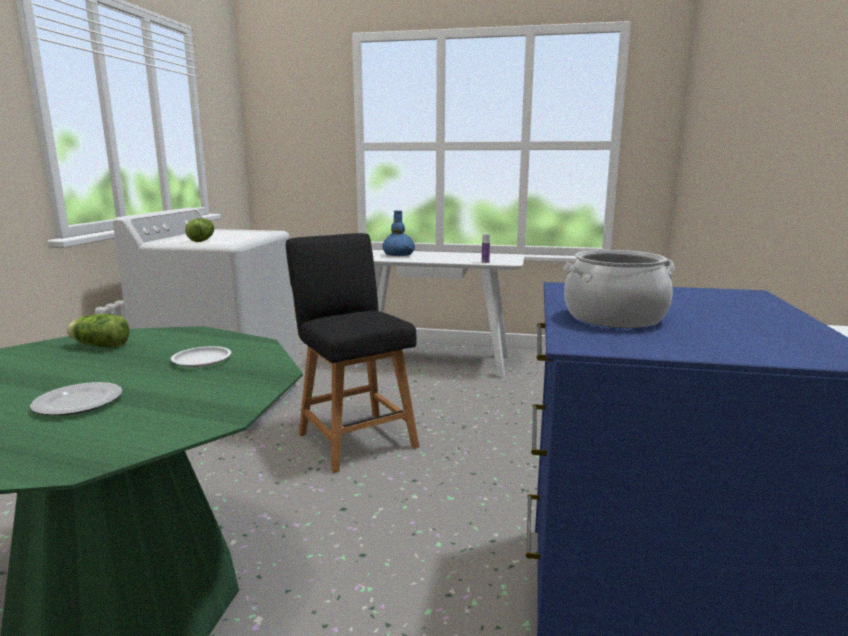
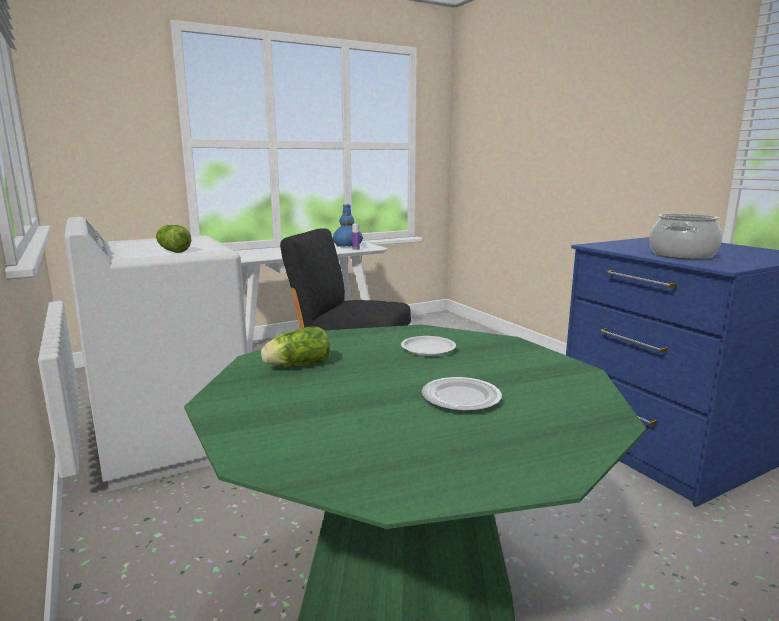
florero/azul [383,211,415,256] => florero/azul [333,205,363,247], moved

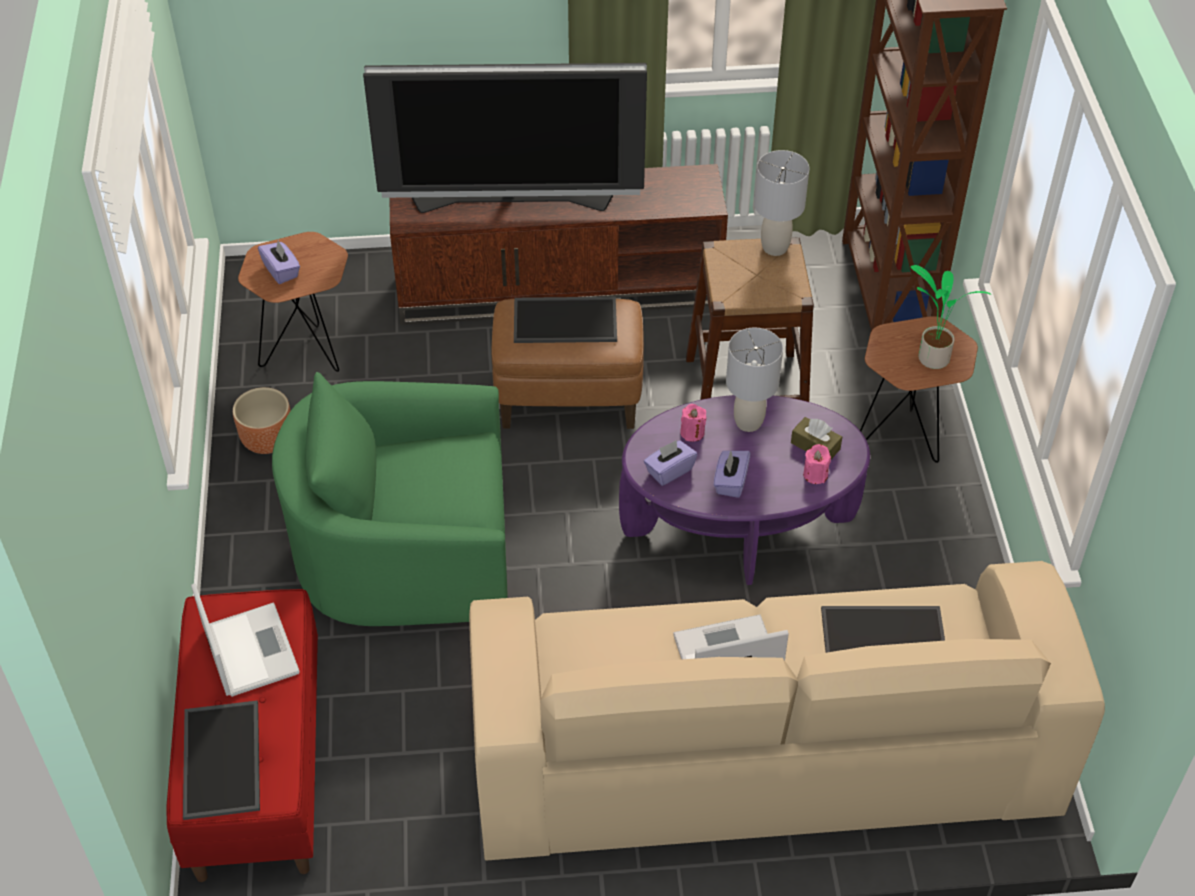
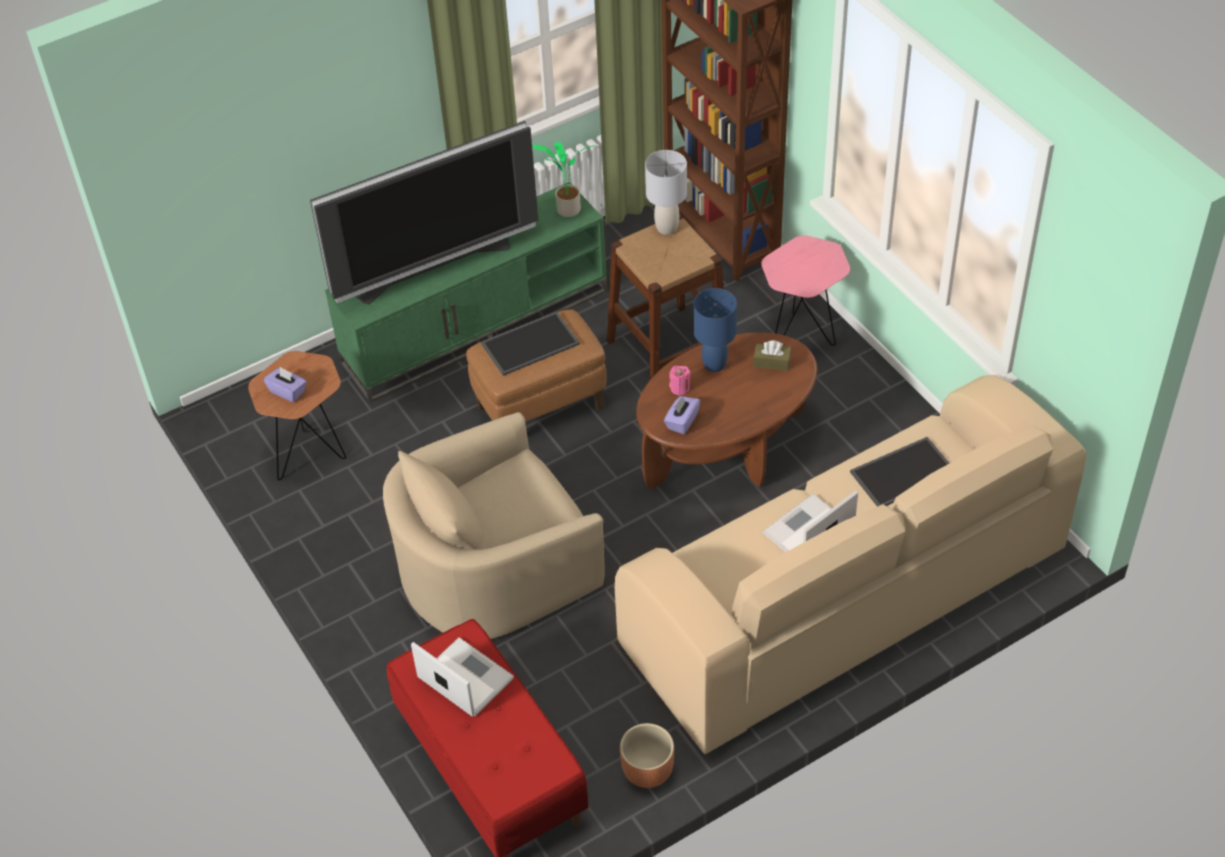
bandeja [183,700,260,820] => nothing
maceta/marrón [233,387,290,454] => maceta/marrón [620,723,674,788], moved
sillón/verde [272,372,508,626] => sillón/beis [383,412,605,639]
mueble de televisión/marrón [389,164,728,325] => mueble de televisión/verde [325,182,607,403]
mesa de centro/morado [619,395,870,585] => mesa de centro/marrón [636,332,817,489]
caja de pañuelos/morado [714,450,751,498] => nothing
lámpara de mesa/gris [726,328,783,432] => lámpara de mesa/azul [694,288,737,372]
vela/rosa [803,444,831,484] => nothing
mesa auxiliar/marrón [860,316,978,463] => mesa auxiliar/rosa [761,235,850,346]
planta en maceta [911,265,991,369] => planta en maceta [532,142,595,217], moved

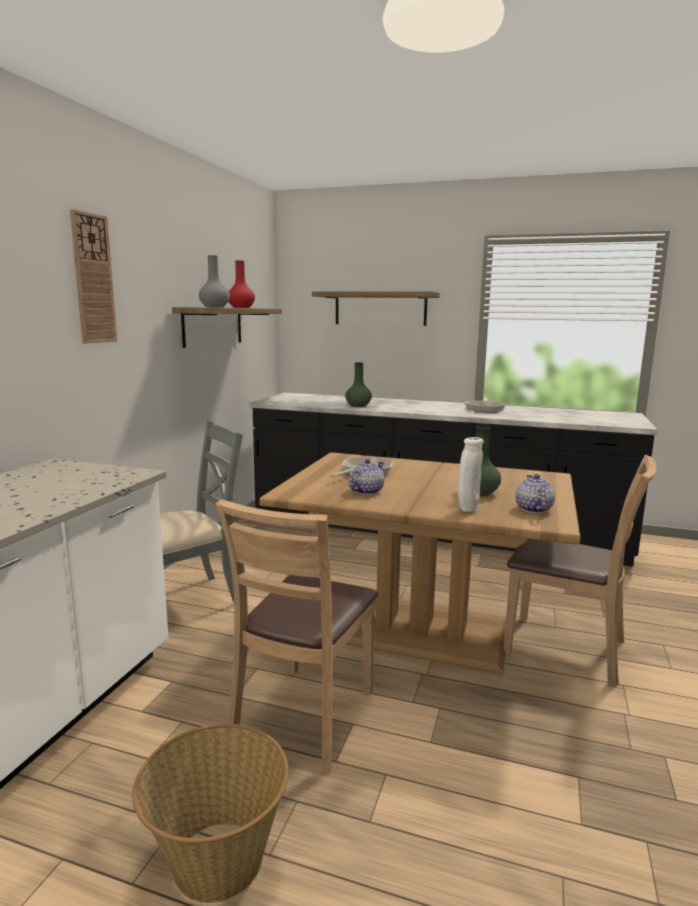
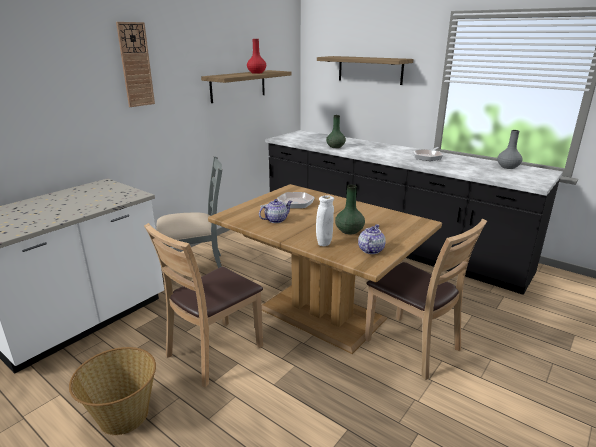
florero/gris [199,255,230,308] => florero/gris [497,130,523,169], moved

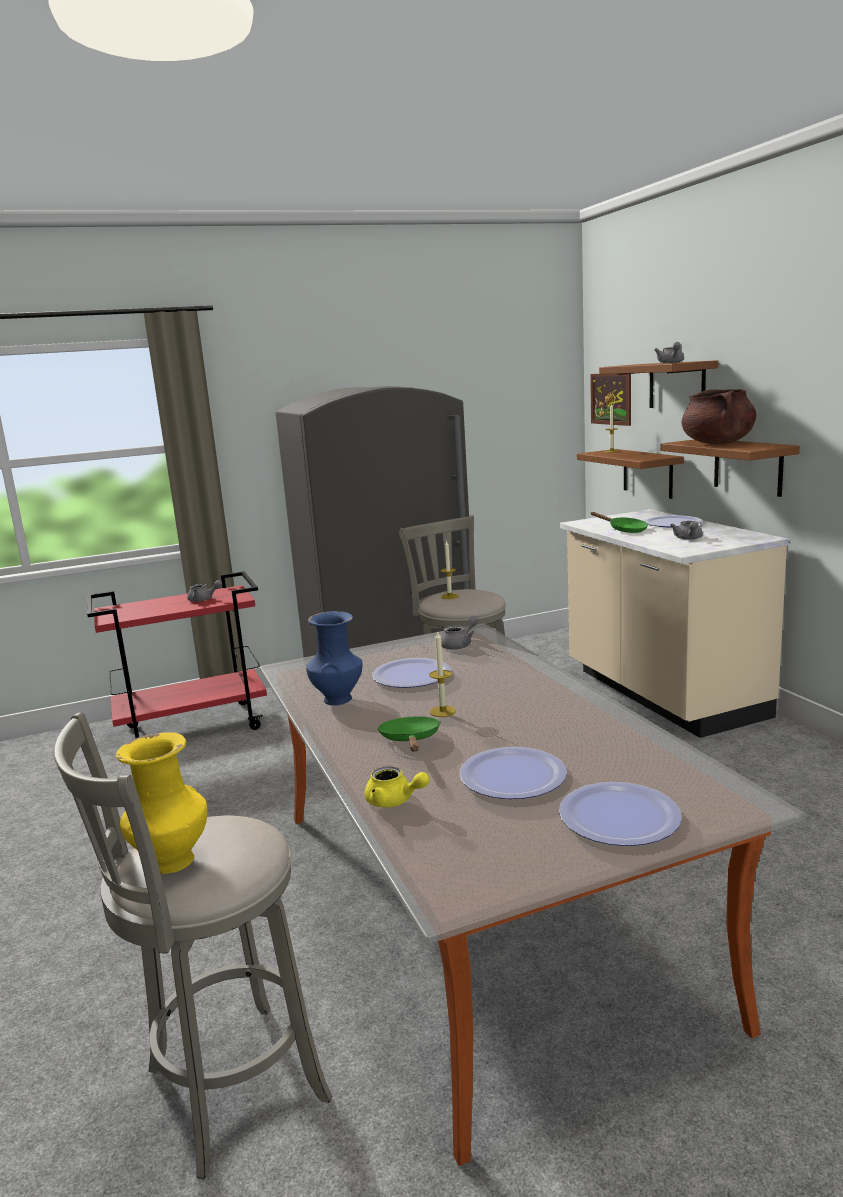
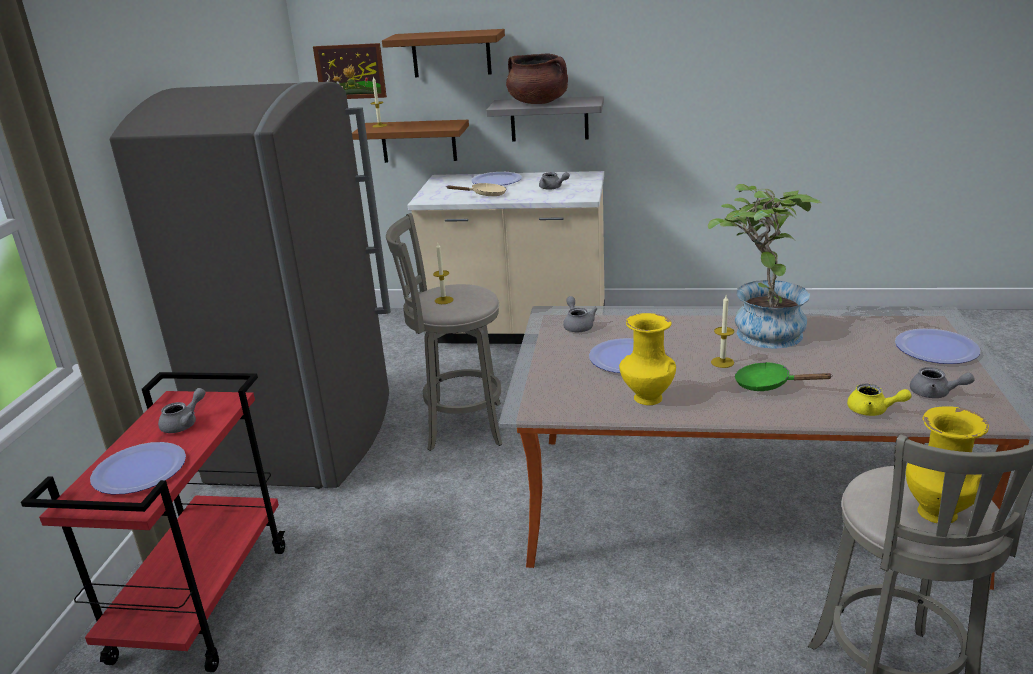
florero/azul [306,611,363,706] => florero/amarillo [619,313,676,405]
tetera/amarillo [365,766,429,807] => tetera/amarillo [847,384,911,416], 60 degrees clockwise
plato [460,747,567,799] => plato [90,442,186,494], moved
sartén/verde [590,512,648,533] => sartén/beis [447,183,506,196]
tetera/gris [654,342,684,363] => tetera/gris [910,367,975,398], moved
estante/marrón [660,440,800,497] => estante/gris [486,96,604,142]
nothing => planta en maceta [708,184,822,349]

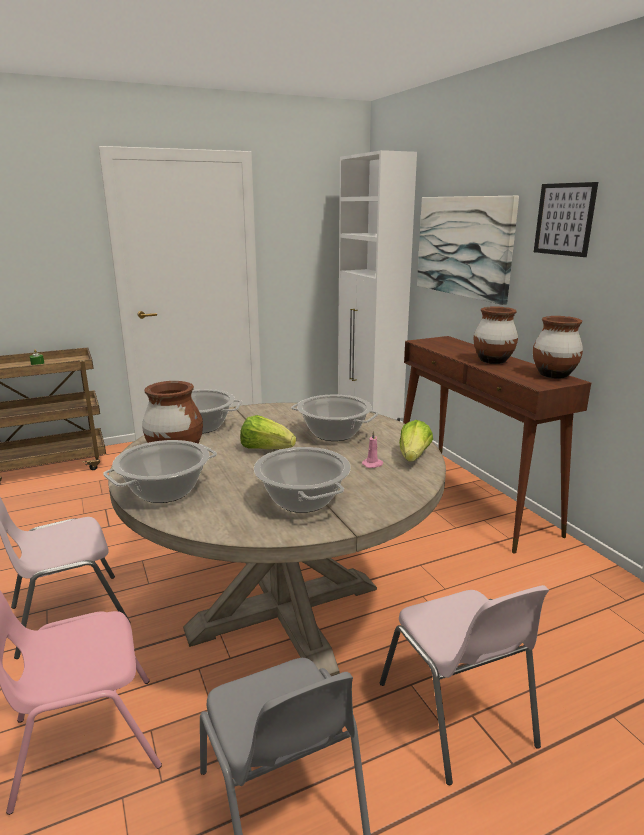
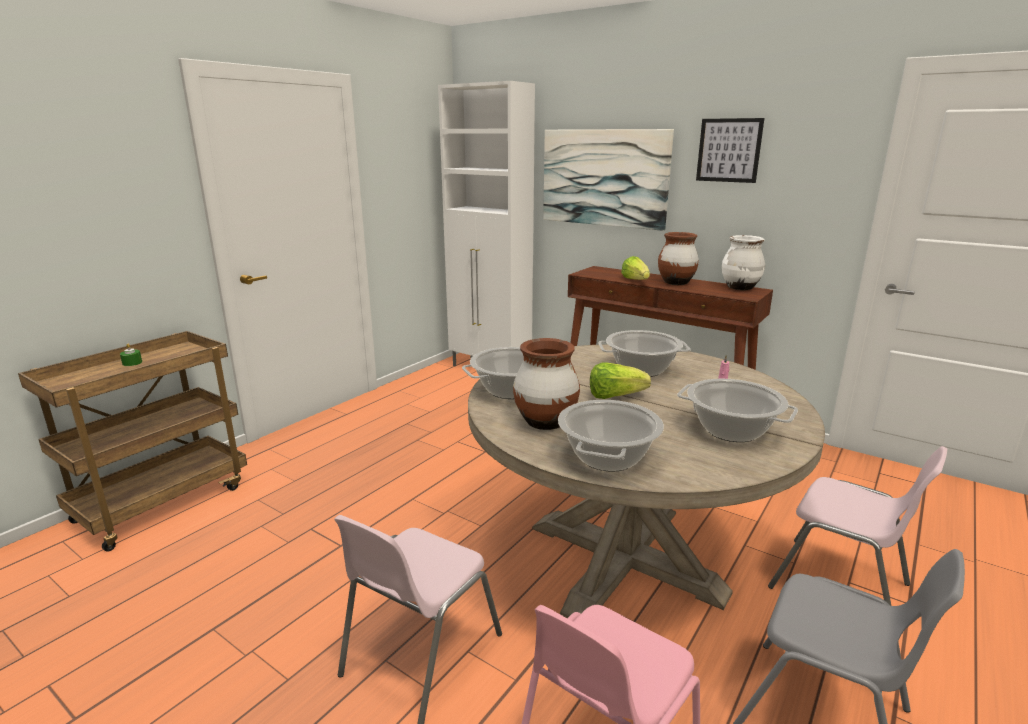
lechuga [399,420,433,462] => lechuga [621,256,650,280], moved
florero/marrón [533,316,583,379] => florero/blanco [722,235,765,290]

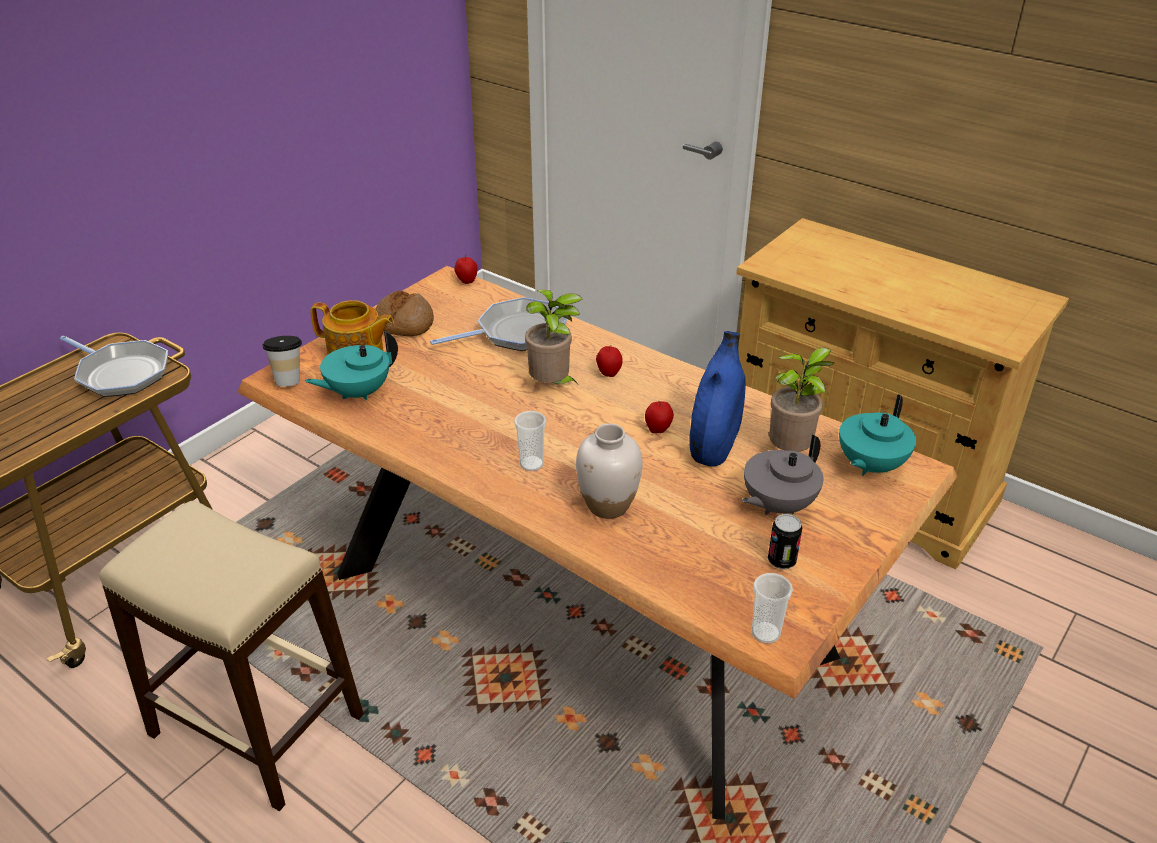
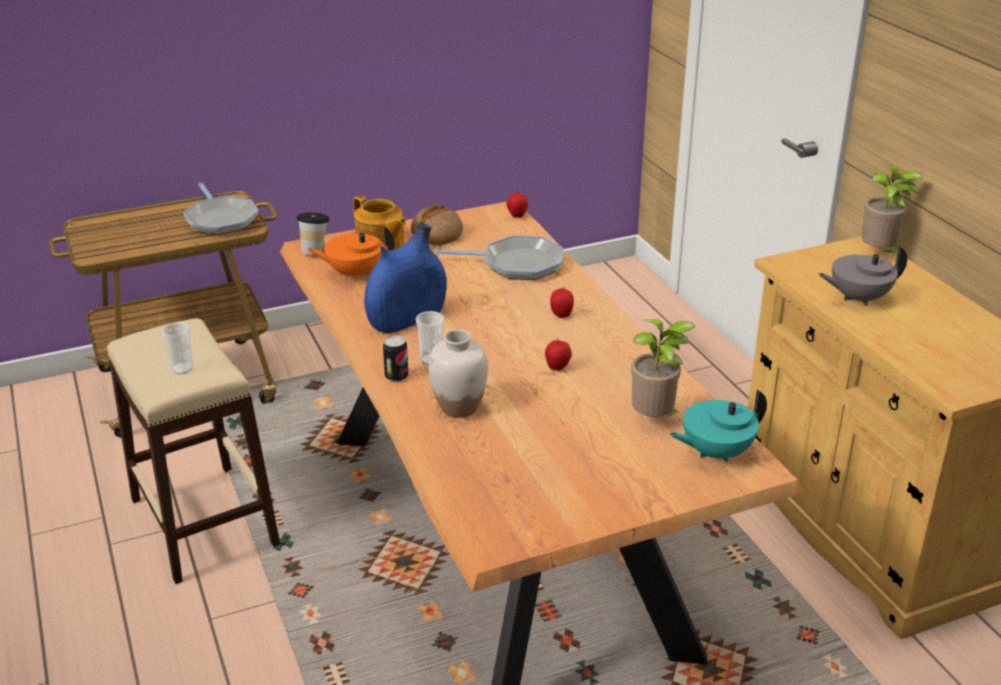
tetera/turquesa [305,331,398,400] => tetera/naranja [307,226,395,280]
planta en maceta [525,290,583,384] => planta en maceta [861,165,923,253], moved
florero/azul [689,331,746,466] => florero/azul [364,223,447,333], moved
tetera/gris [742,434,823,515] => tetera/gris [818,246,907,306], moved
taza [751,573,793,644] => taza [162,322,193,374], moved
lata [768,514,802,569] => lata [383,335,408,382], moved

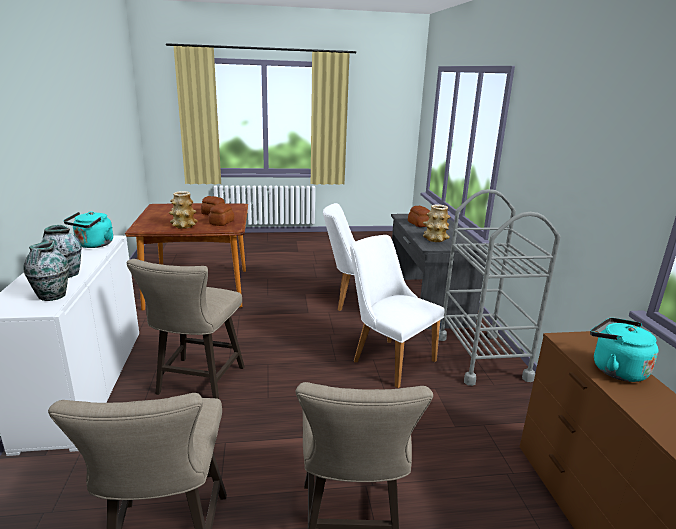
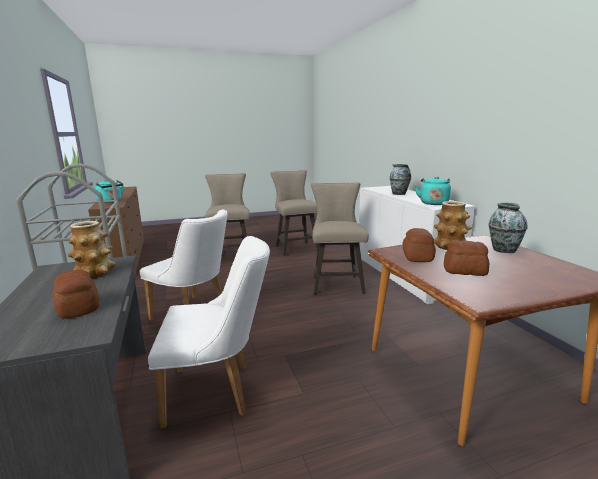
florero [23,240,69,301] => florero [489,203,528,253], moved

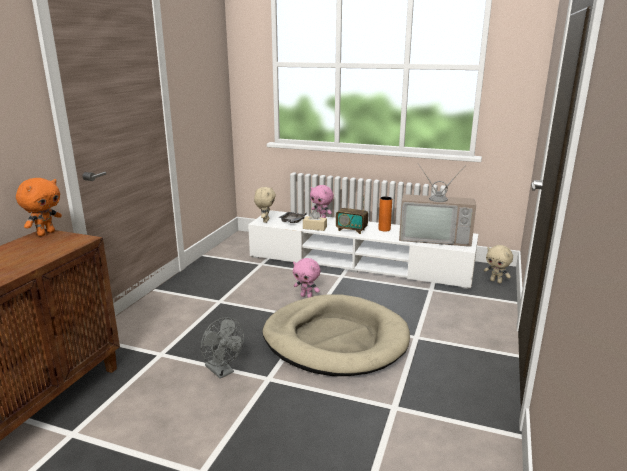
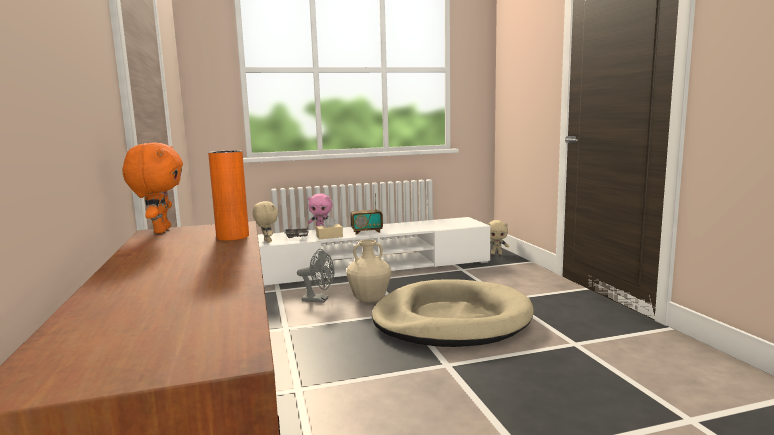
ventilador/gris [201,317,244,379] => ventilador/gris [297,249,334,303], moved
peluche/rosa [293,258,321,298] => florero/beis [346,239,391,303]
florero/naranja [378,196,392,232] => florero/naranja [208,150,249,241], moved
televisor [399,165,476,247] => nothing

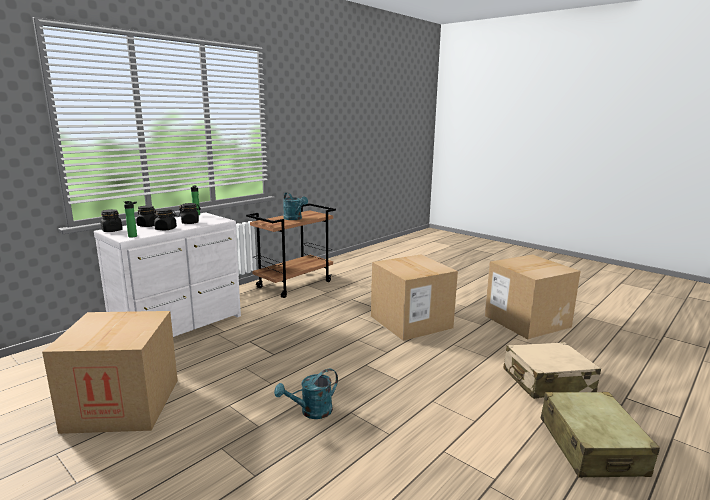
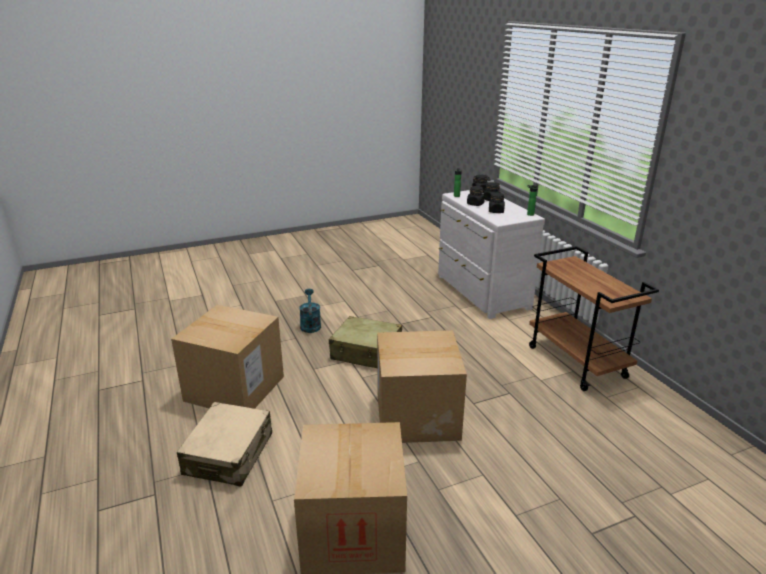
caja de cartón [42,311,178,434] => caja de cartón [171,305,284,409], moved
regadera/turquesa [283,192,308,220] => nothing
maleta/beis [541,392,660,478] => maleta/beis [329,316,402,368], moved

